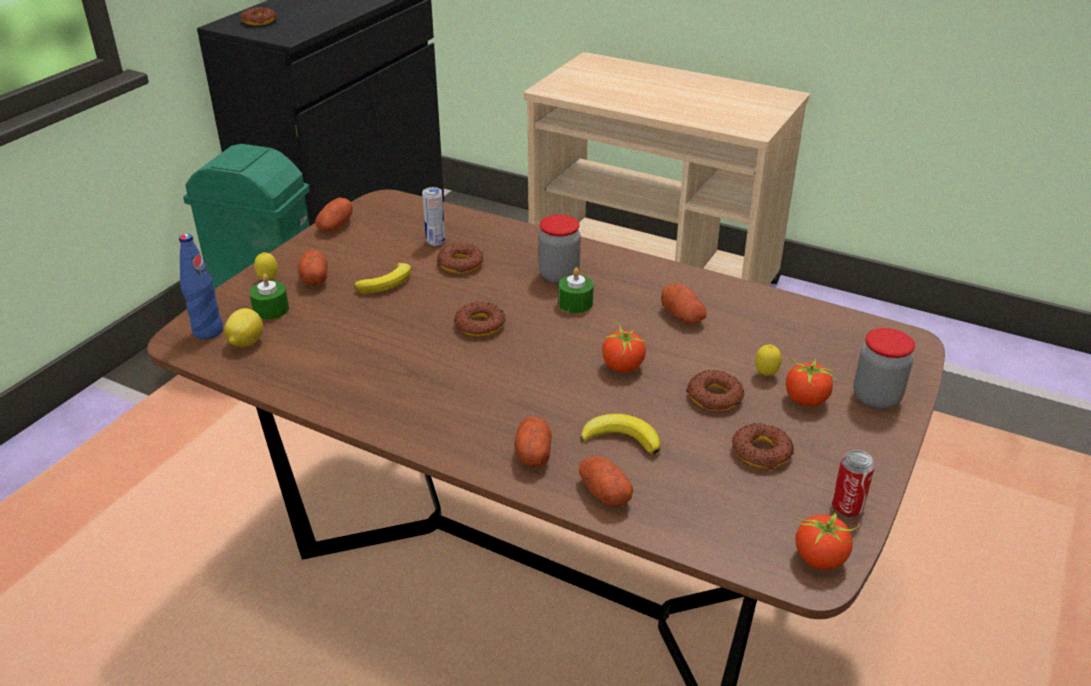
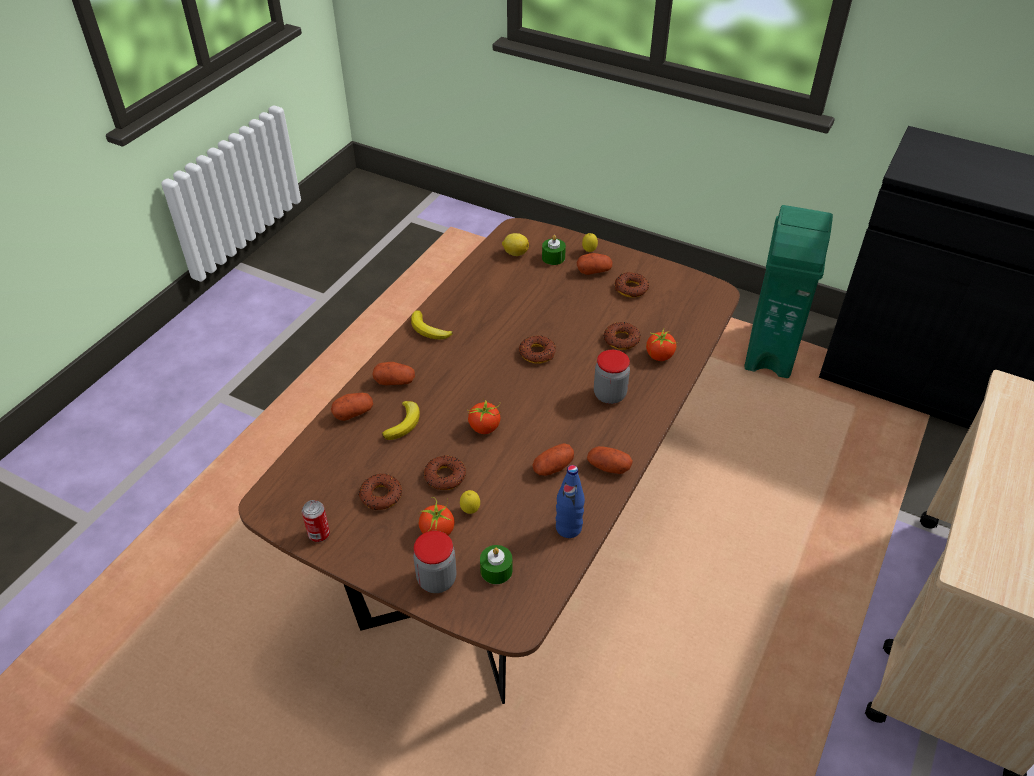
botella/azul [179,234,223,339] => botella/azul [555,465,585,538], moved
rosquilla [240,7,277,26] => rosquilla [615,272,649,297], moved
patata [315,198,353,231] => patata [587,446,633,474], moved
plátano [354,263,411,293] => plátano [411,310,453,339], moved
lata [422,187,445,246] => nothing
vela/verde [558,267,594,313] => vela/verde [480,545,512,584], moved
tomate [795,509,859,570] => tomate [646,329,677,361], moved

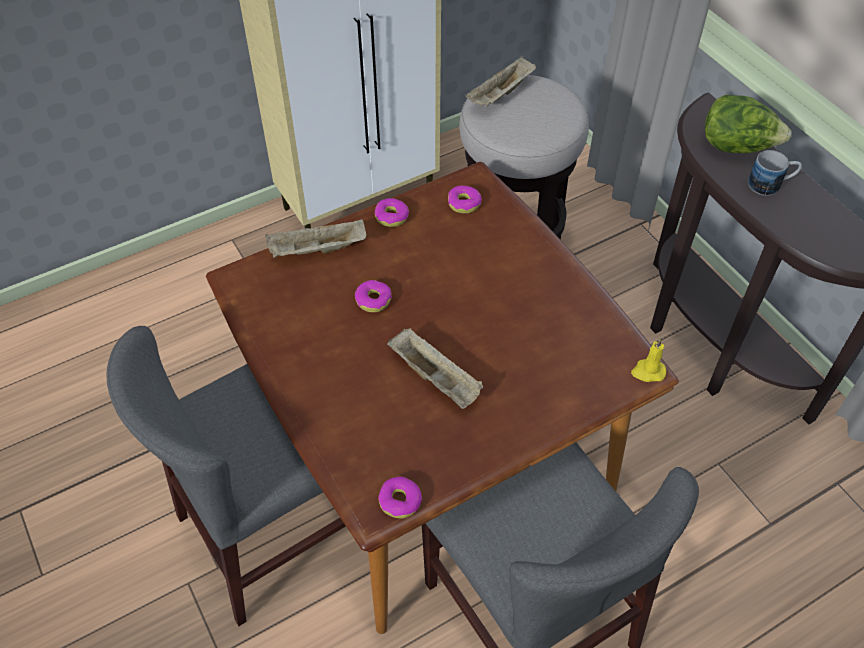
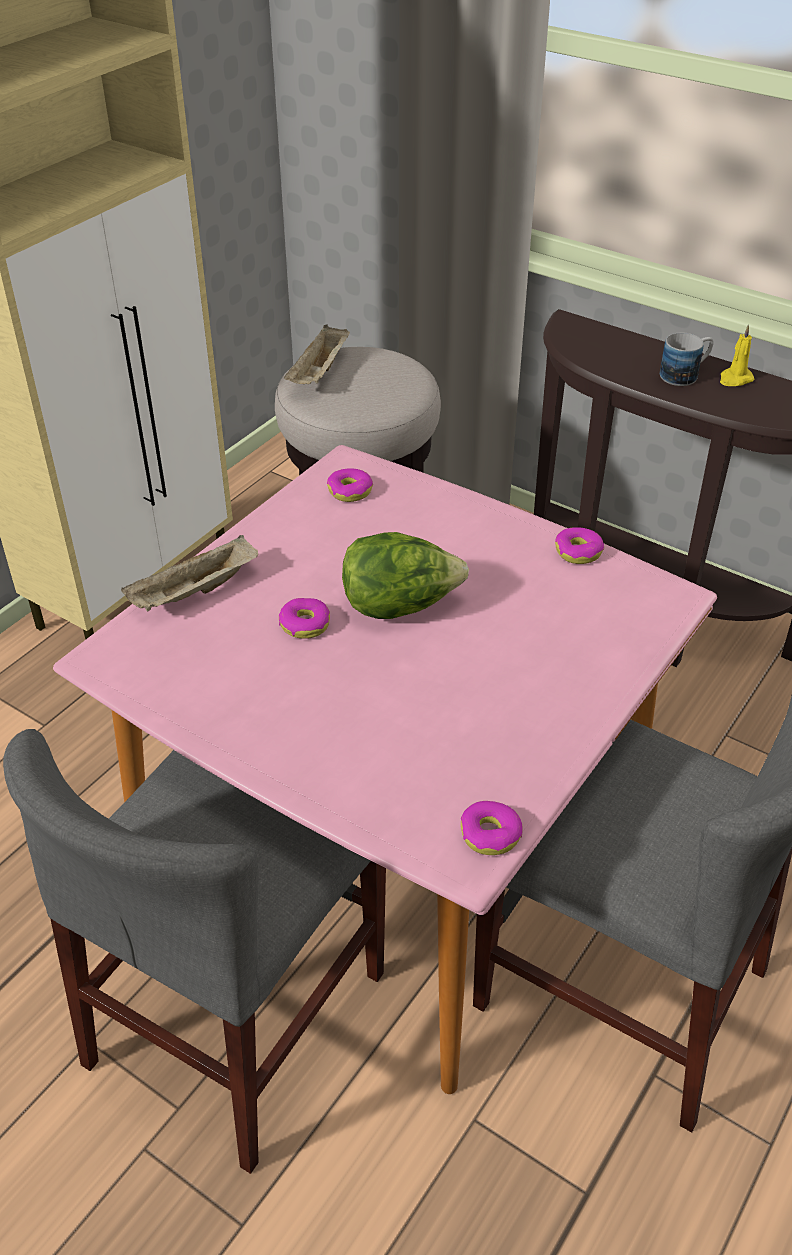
mesa de comedor/marrón [206,162,679,634] => mesa de comedor/rosa [53,445,717,1094]
rosquilla [374,198,409,227] => rosquilla [555,527,604,564], moved
bandeja/beis [387,328,483,409] => nothing
vela/amarillo [631,338,666,382] => vela/amarillo [720,325,754,386], moved
lechuga [705,95,792,153] => lechuga [342,532,469,619], moved

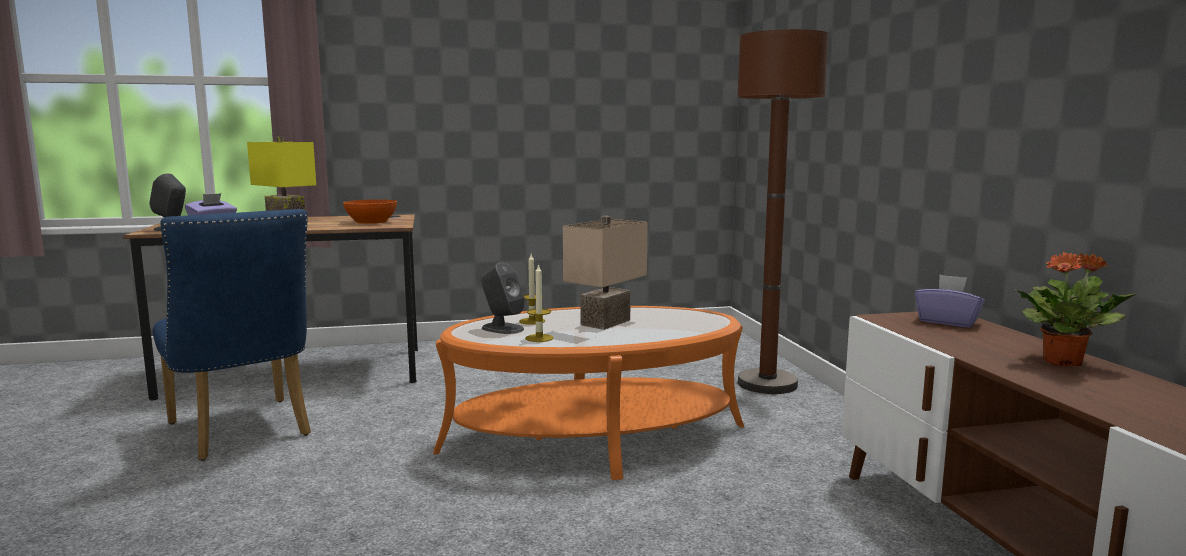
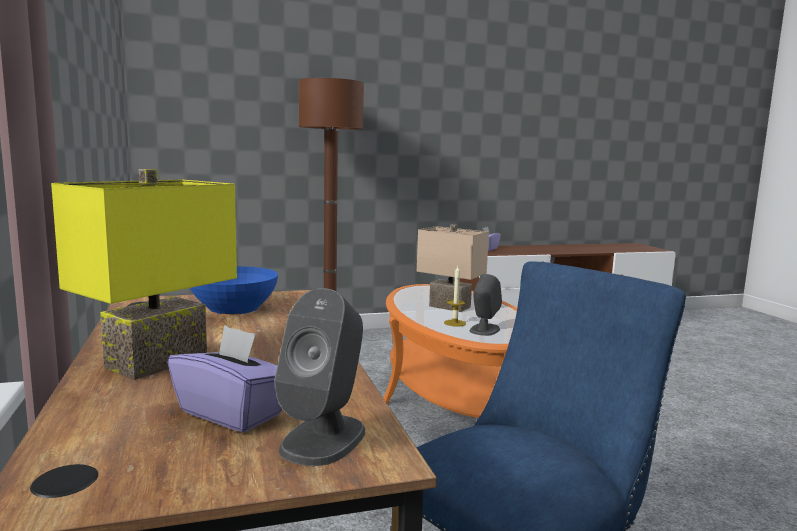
cuenco/naranja [343,199,397,224] => cuenco/azul [190,266,278,315]
vela [525,264,553,342] => nothing
planta en maceta [1015,252,1136,367] => nothing

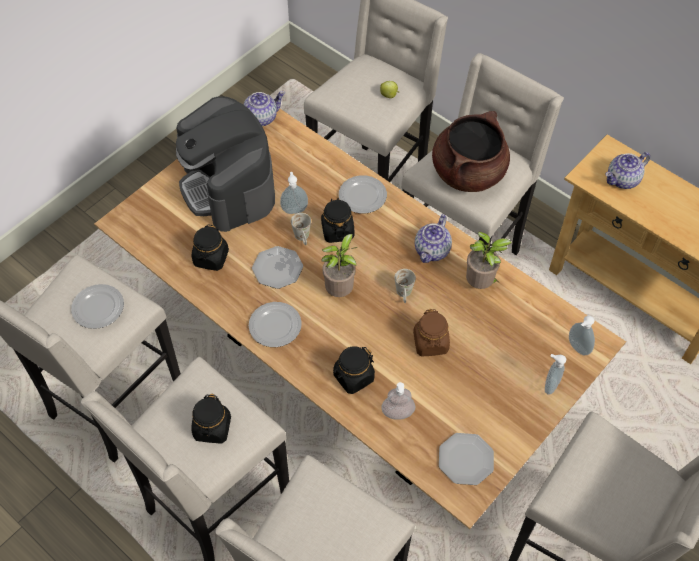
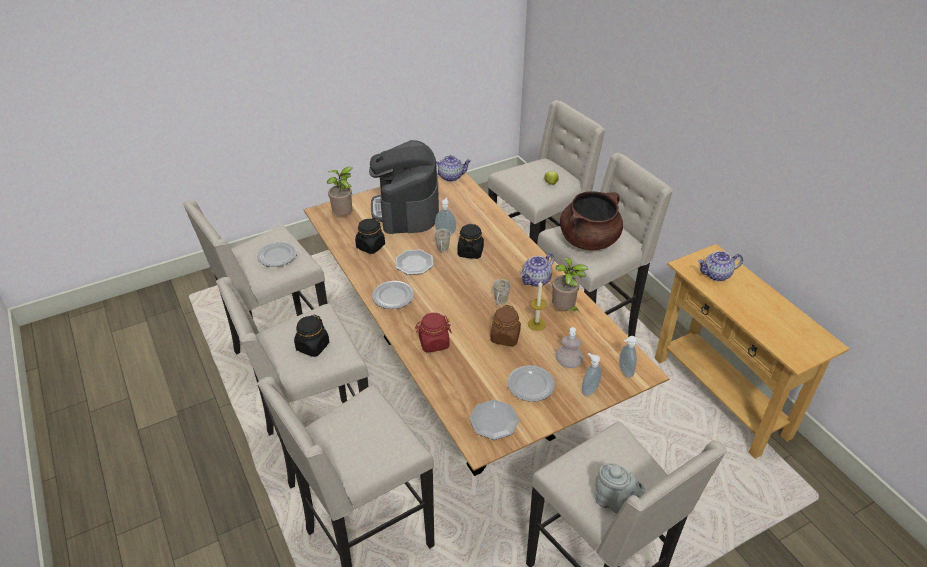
planta en maceta [321,234,357,297] => planta en maceta [327,167,353,215], moved
tarro/negro [333,346,375,394] => tarro/rojo [415,313,452,353]
plato [339,175,387,214] => plato [507,365,555,402], moved
dispensador de jabón [381,382,415,420] => dispensador de jabón [555,327,583,368], moved
nothing => vela [528,281,546,331]
nothing => tetera/gris [595,463,647,514]

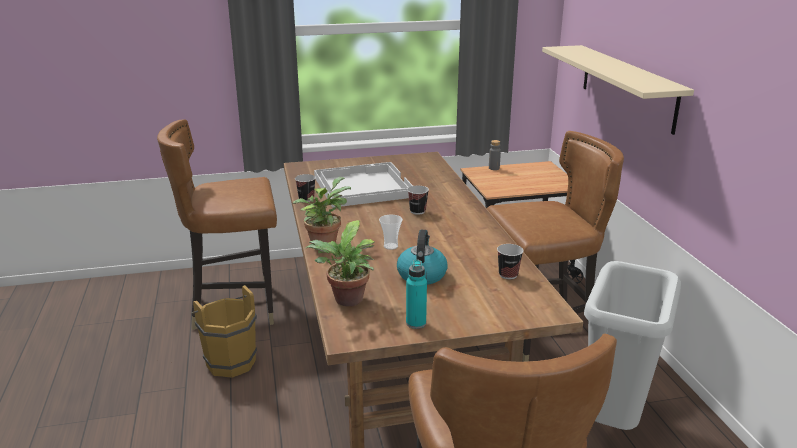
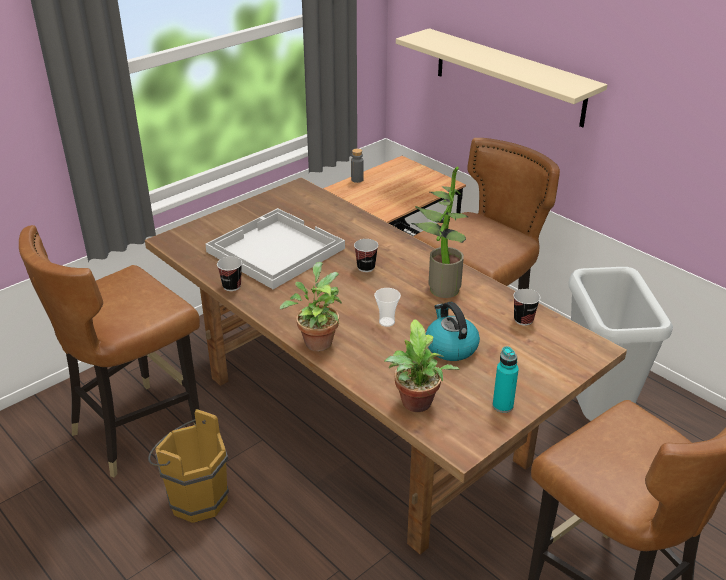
nothing => planta en maceta [411,166,468,298]

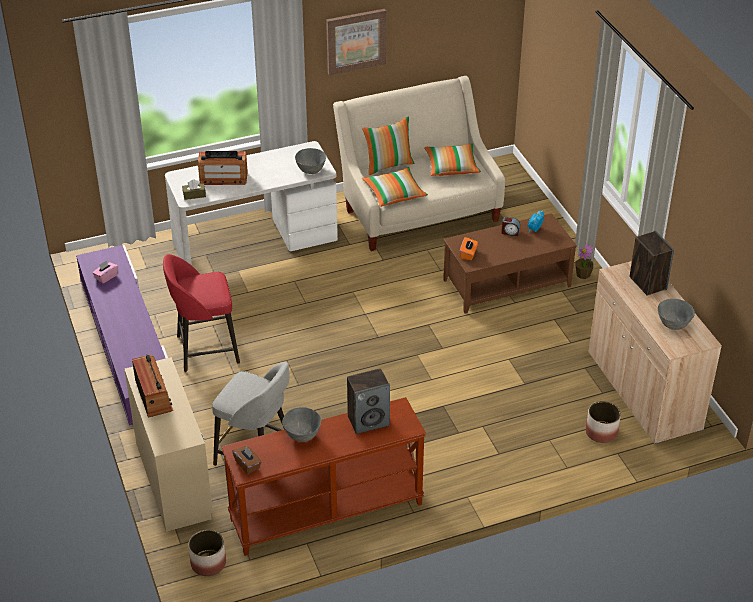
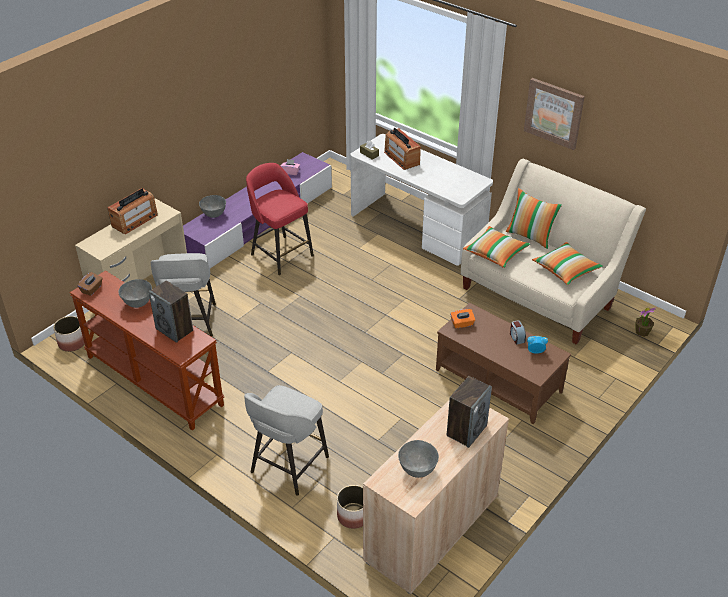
cuenco/gris [295,148,326,174] => cuenco/gris [199,195,226,218], moved
planta en maceta [576,244,594,279] => planta en maceta [636,307,656,337], moved
nothing => taburete/gris [244,385,329,495]

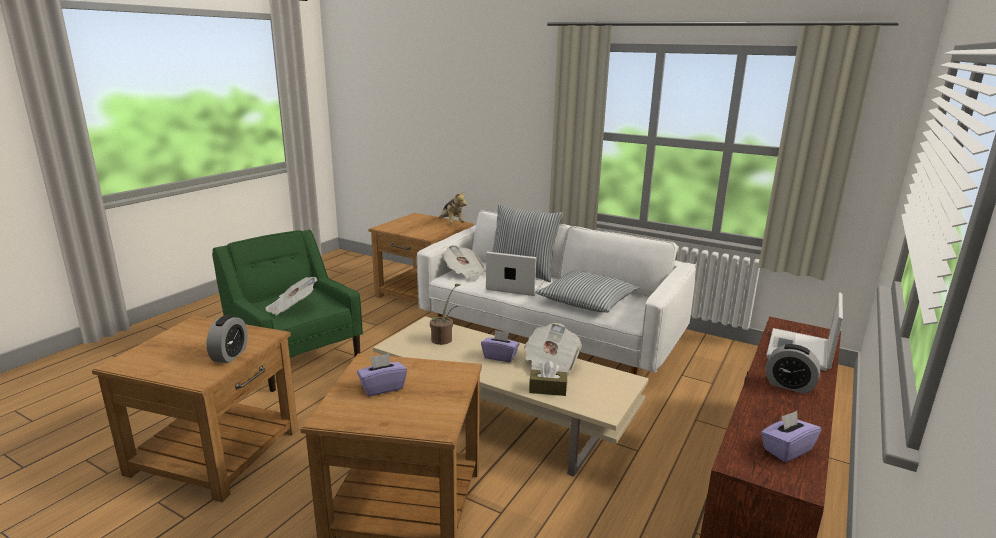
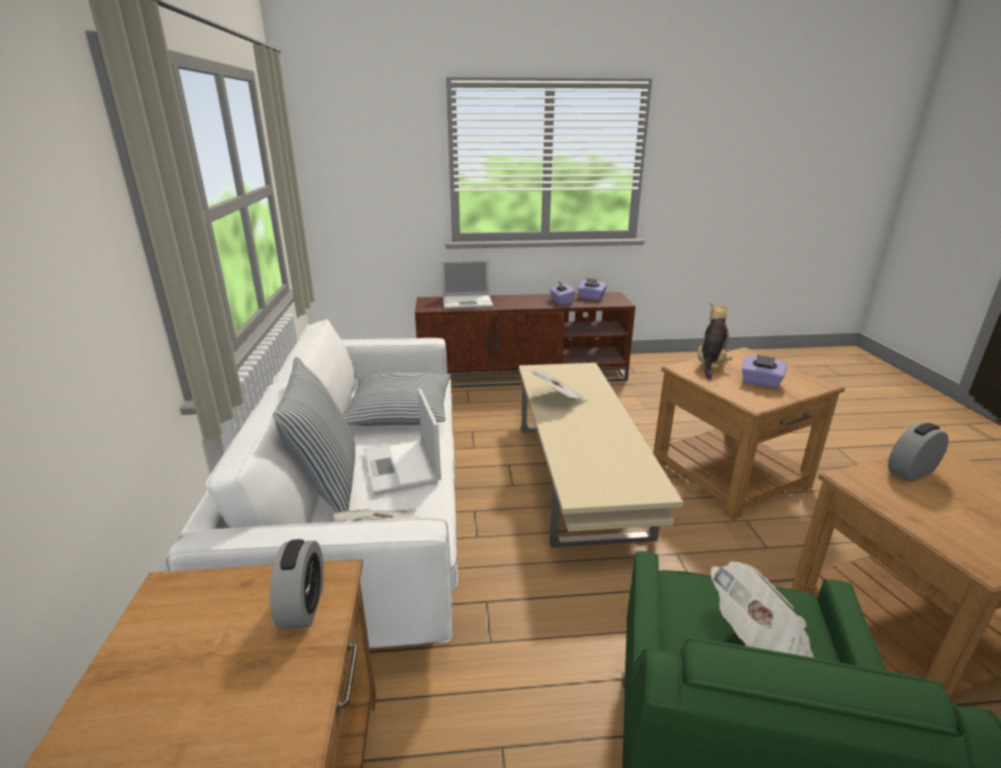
planta en maceta [430,284,461,345] => nothing
peluche [439,190,467,223] => peluche [697,303,732,380], moved
caja de pañuelos/morado [481,330,519,362] => caja de pañuelos/morado [550,281,575,305], moved
caja de pañuelos/marrón [529,361,567,396] => nothing
despertador [765,344,821,394] => despertador [270,539,324,629], moved

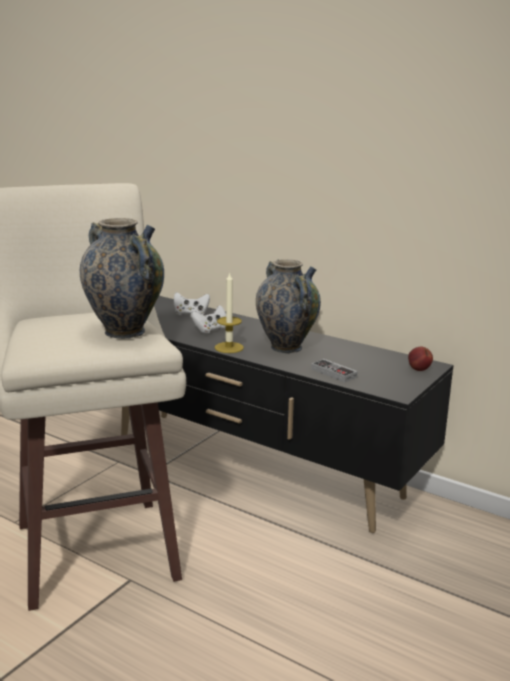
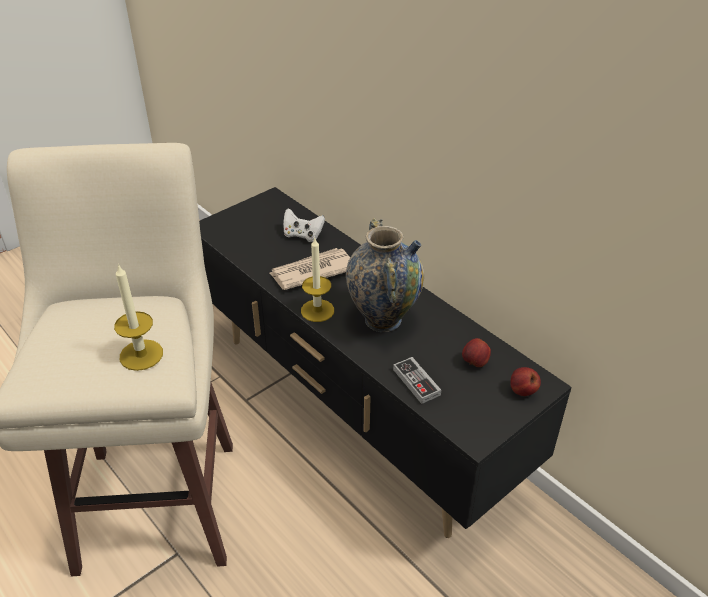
florero [80,218,164,339] => vela [114,264,163,371]
mando de consola/blanco [190,305,226,334] => periódico [269,248,350,290]
nothing => manzana [462,338,491,367]

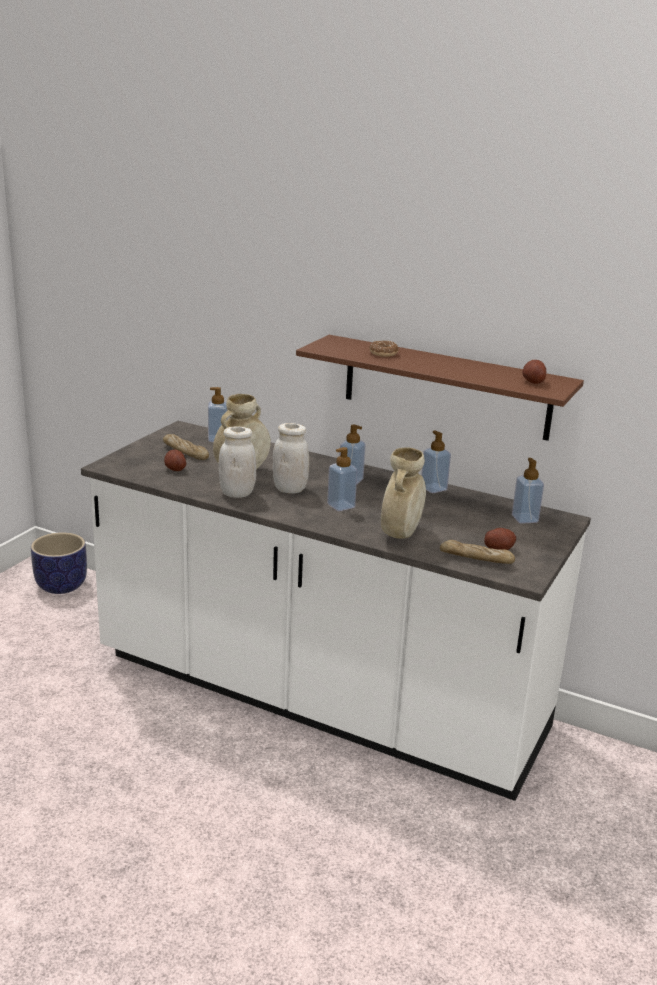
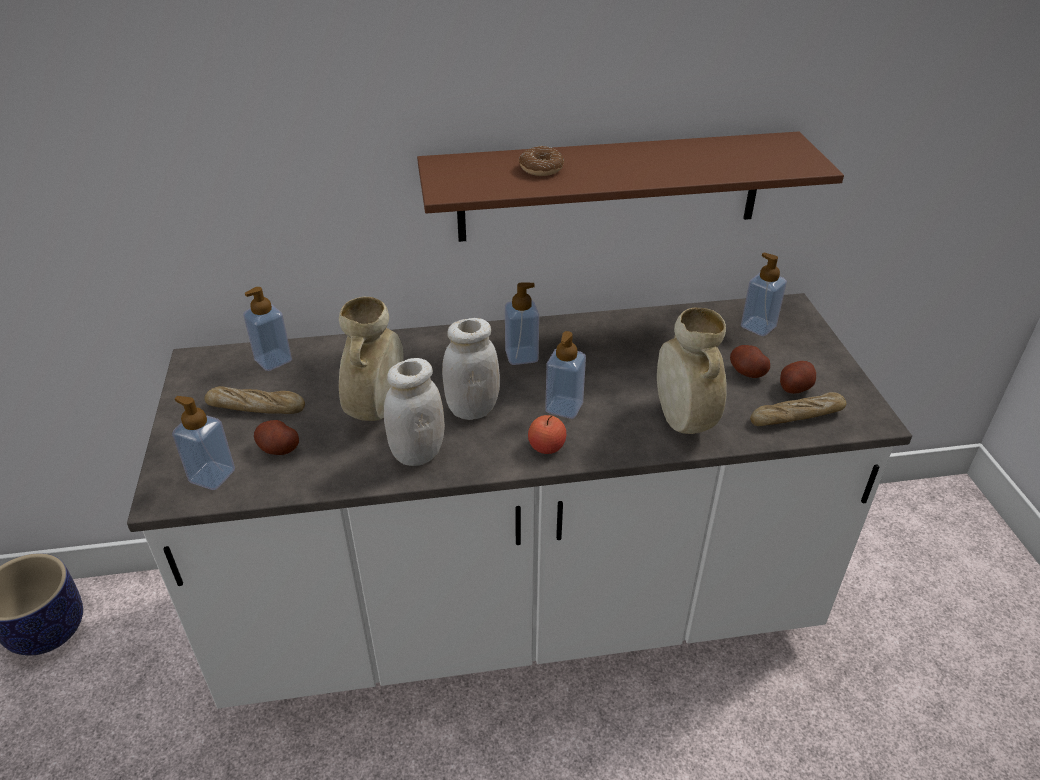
dispensador de jabón [421,431,451,493] => dispensador de jabón [172,396,235,490], moved
patata [522,360,546,384] => patata [730,345,770,378], moved
nothing => manzana [528,415,566,454]

